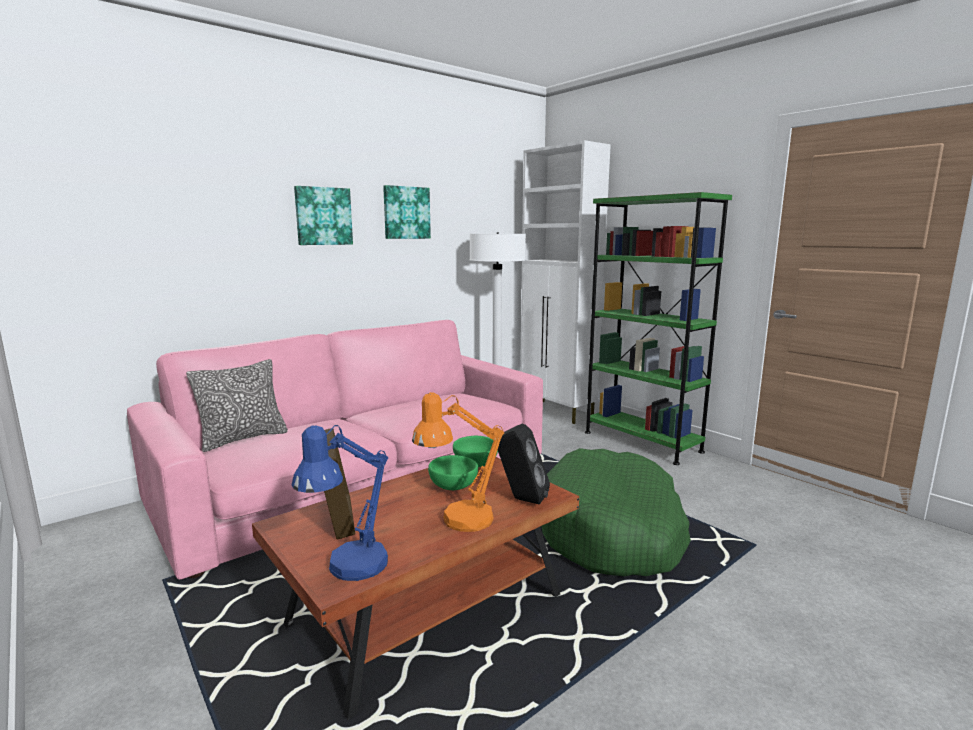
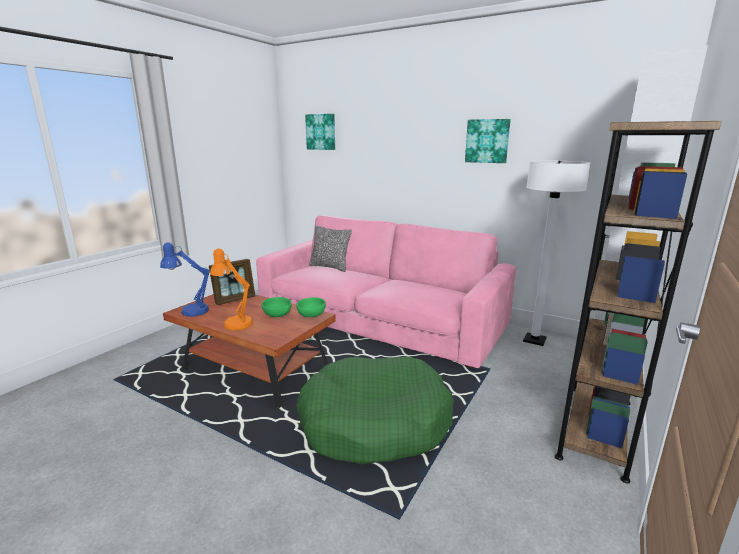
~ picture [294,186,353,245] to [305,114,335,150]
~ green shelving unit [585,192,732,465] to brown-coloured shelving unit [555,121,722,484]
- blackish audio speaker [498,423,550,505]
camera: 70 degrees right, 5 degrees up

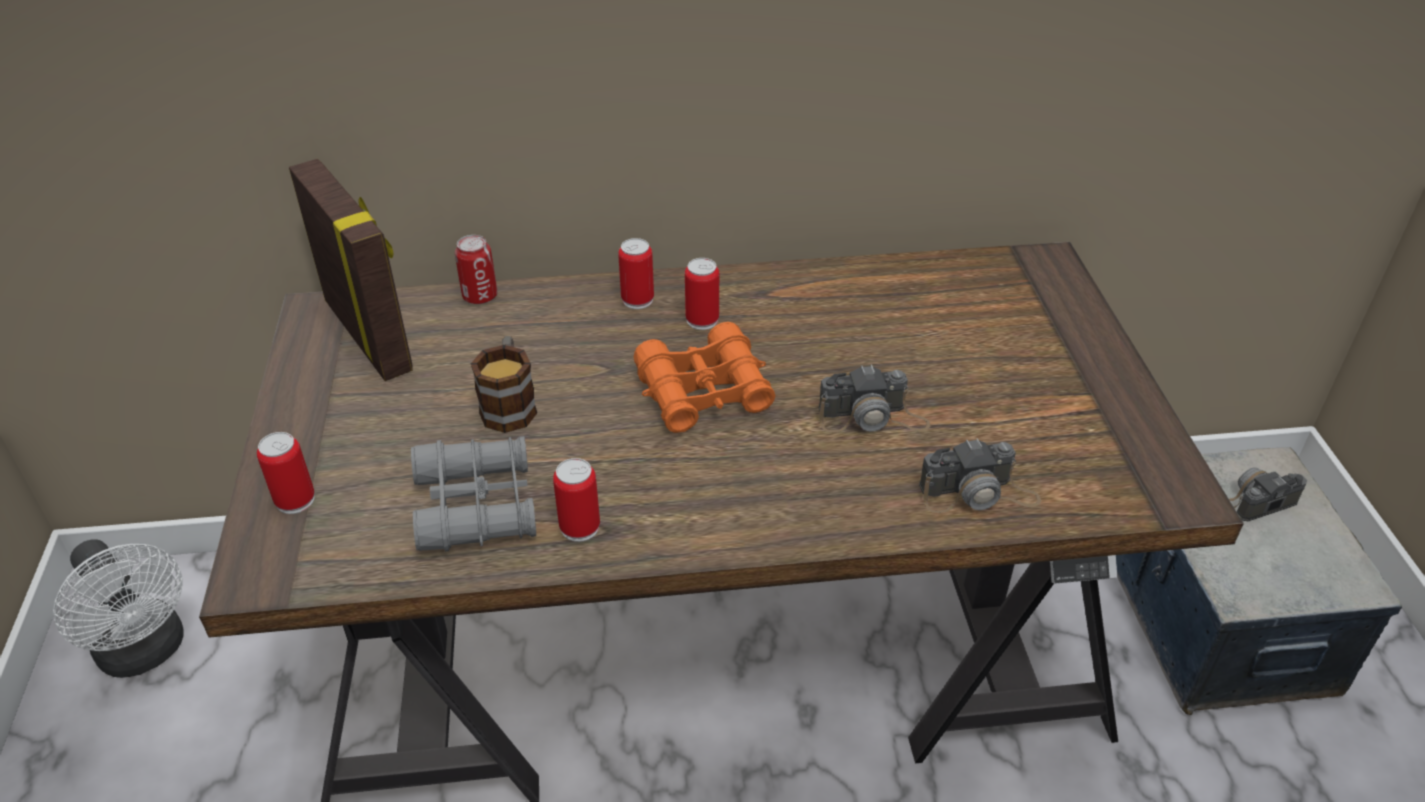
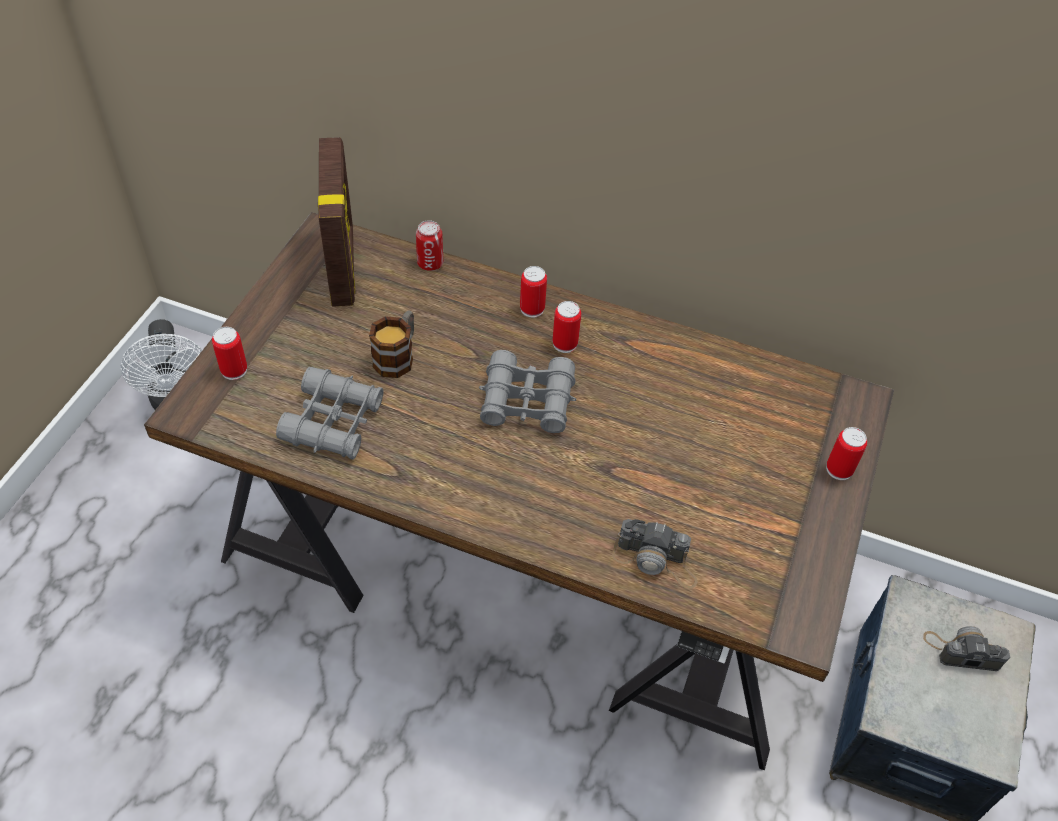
~ orange-coloured binoculars [634,322,775,433] to greyish binoculars [479,350,576,433]
- still camera [819,365,930,432]
~ metal can [553,458,600,542] to [826,427,867,480]
camera: 25 degrees right, 10 degrees up

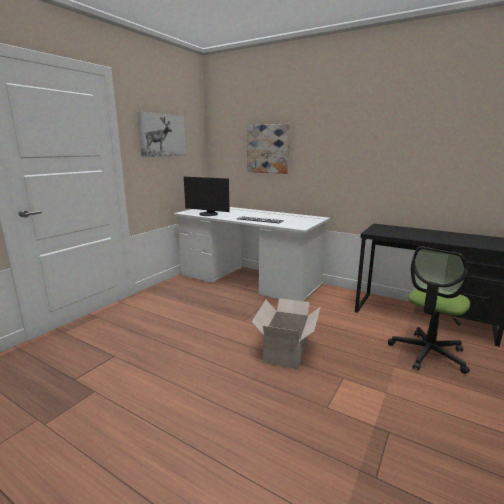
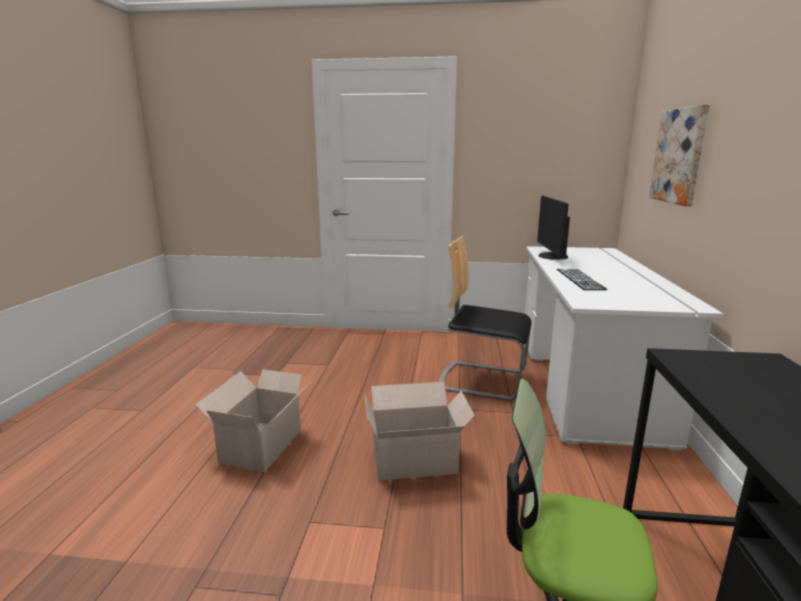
- picture [137,112,186,157]
+ plain chair [439,236,532,401]
+ packing box [195,369,312,472]
camera: 65 degrees right, 0 degrees up

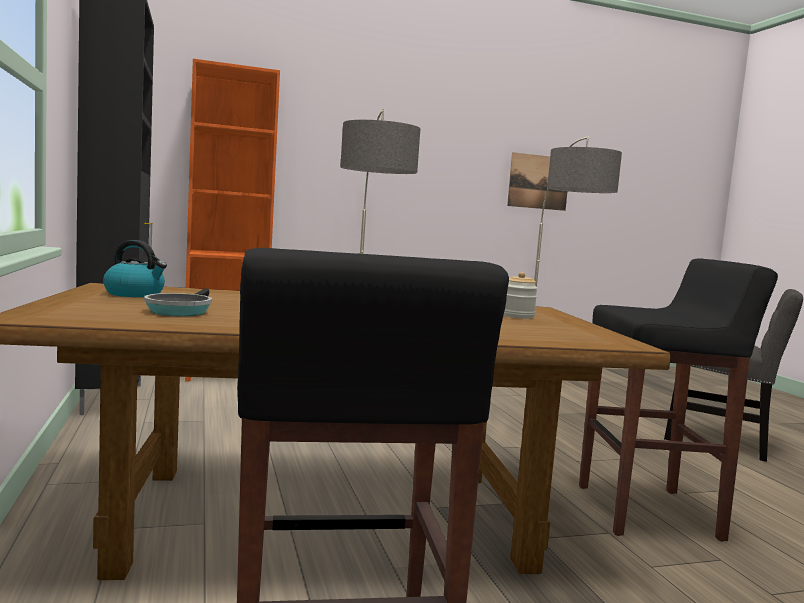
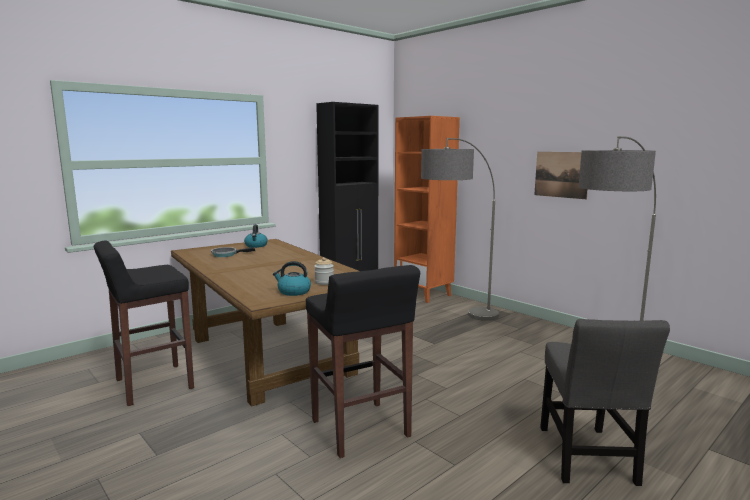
~ picture [507,152,567,211] to [534,152,588,199]
+ tea kettle [273,261,311,296]
camera: 65 degrees right, 5 degrees up

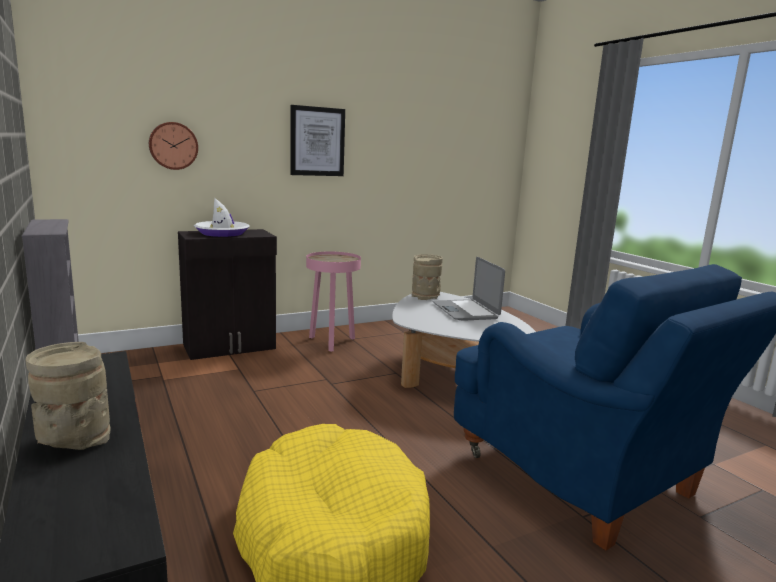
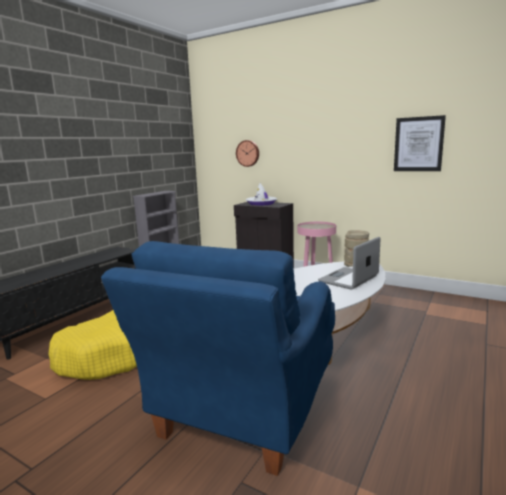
~ picture [290,105,345,176] to [394,115,446,171]
- beige vase [26,342,110,450]
camera: 60 degrees right, 0 degrees up

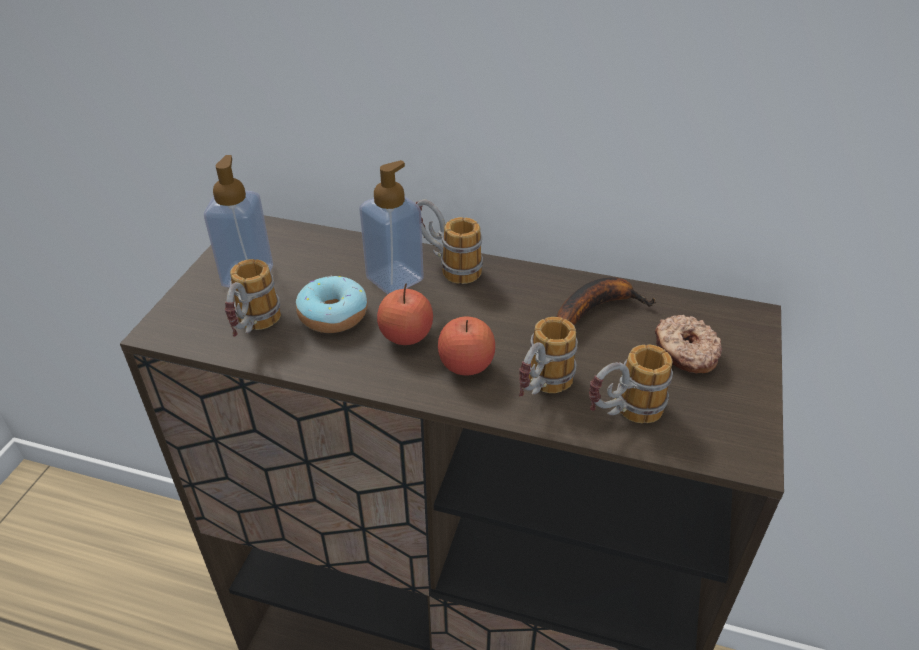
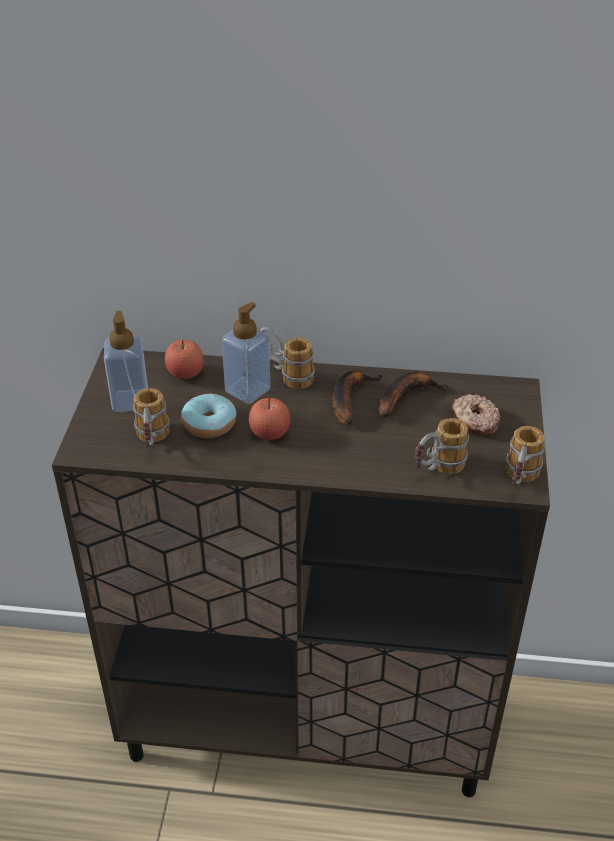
~ apple fruit [438,316,495,376] to [165,340,204,379]
~ coffee mug [519,317,578,397] to [506,426,545,486]
+ whole banana [332,370,383,425]
camera: 10 degrees left, 0 degrees up

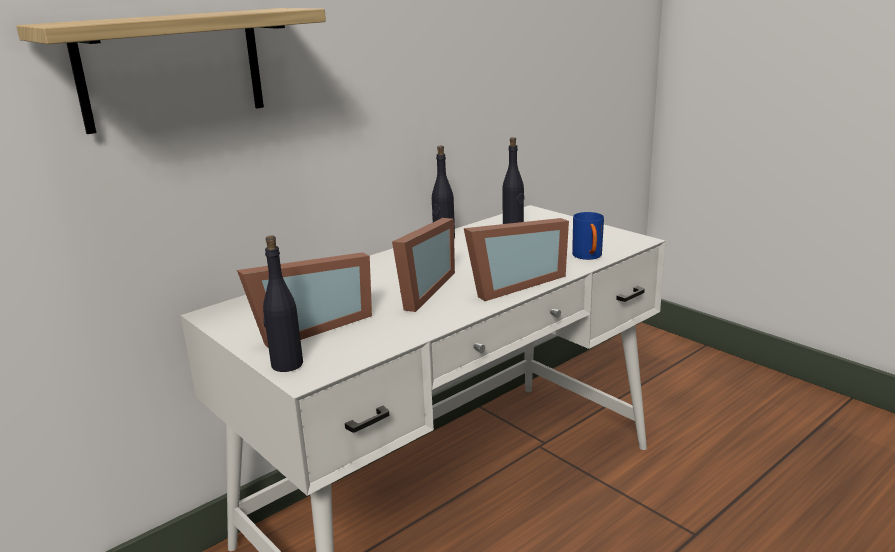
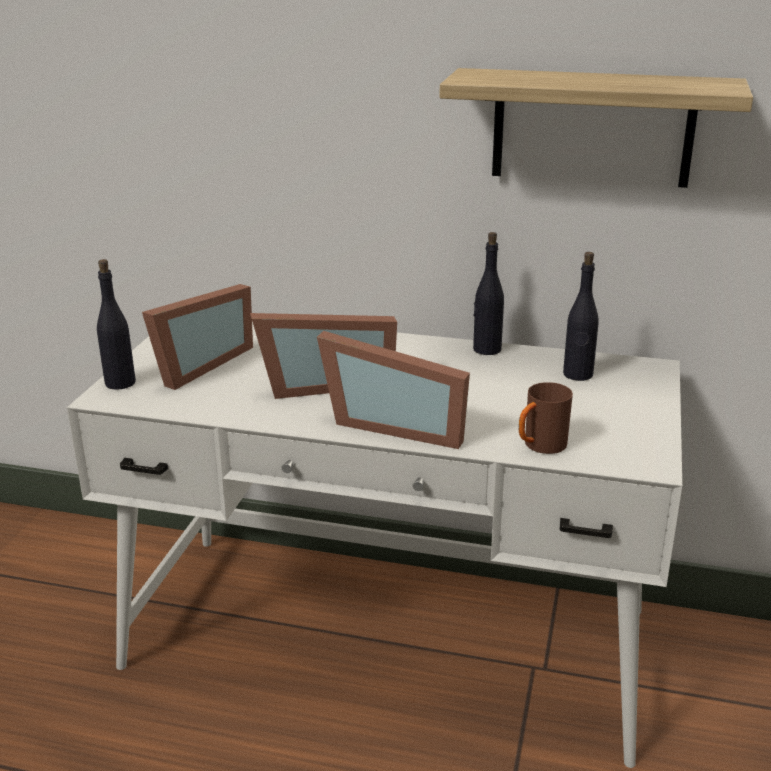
~ wall shelf [16,8,326,134] to [439,68,753,188]
~ blue-coloured coffee mug [572,212,604,260] to brown-coloured coffee mug [519,382,573,454]
~ photo frame [237,252,372,348] = [142,284,253,390] 75 degrees counterclockwise
camera: 55 degrees right, 5 degrees up

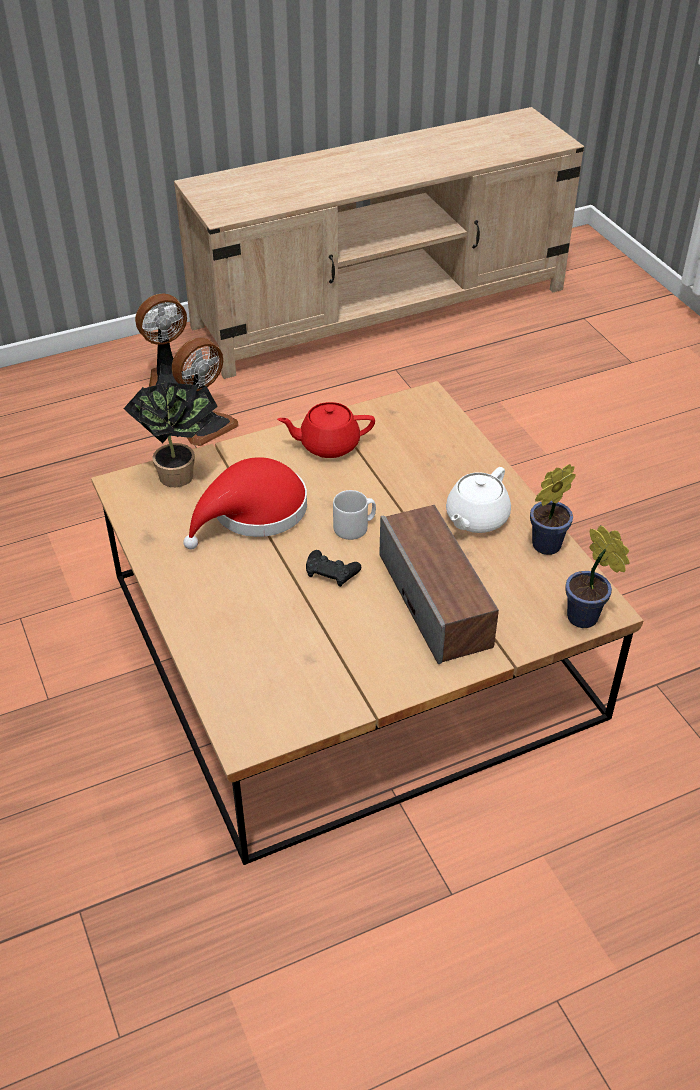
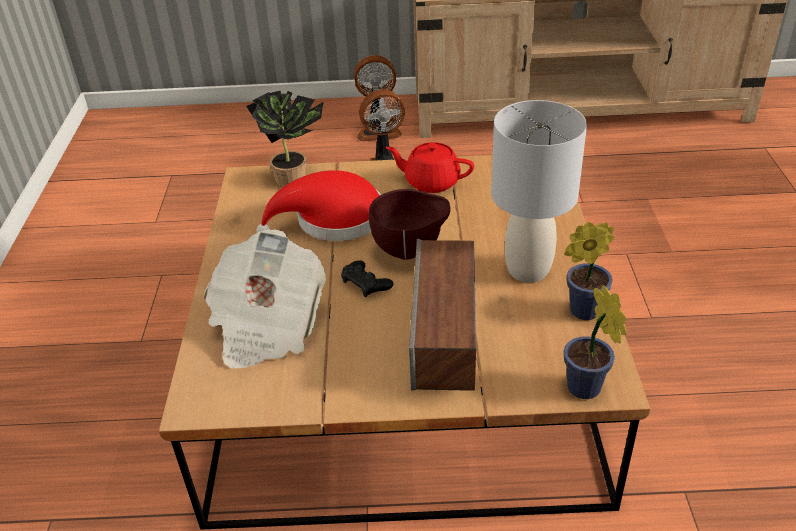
~ white-coloured tea pot [446,467,511,533] to greyish table lamp [491,100,587,282]
~ greyish coffee mug [333,490,376,540] to brown-coloured bowl [369,189,451,260]
+ printed paper [204,229,326,369]
camera: 25 degrees right, 5 degrees down

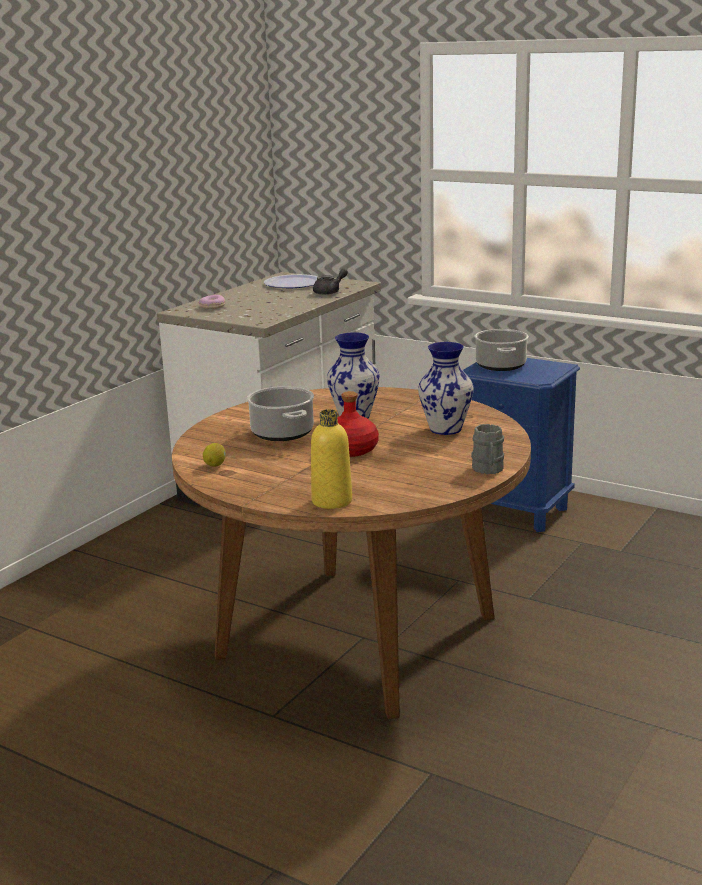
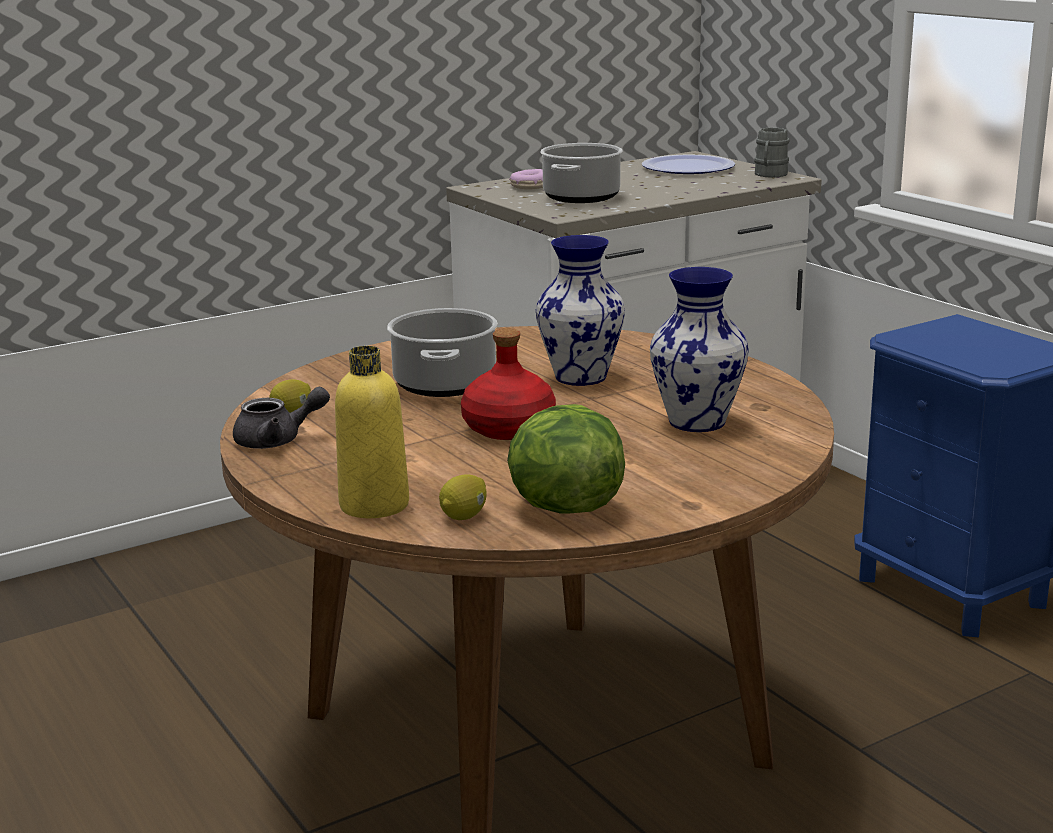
~ greyish tea pot [313,268,348,295] to [233,387,330,449]
~ saucepot [474,329,529,371] to [540,143,623,203]
~ greyish coffee mug [471,424,504,474] to [754,128,789,178]
+ head of lettuce [507,404,625,513]
+ lemon [439,474,487,520]
camera: 25 degrees right, 0 degrees up

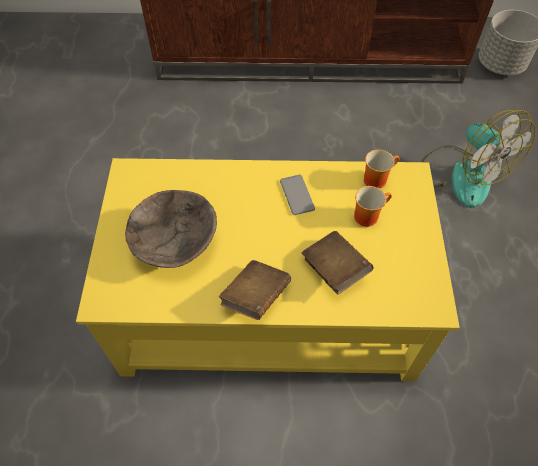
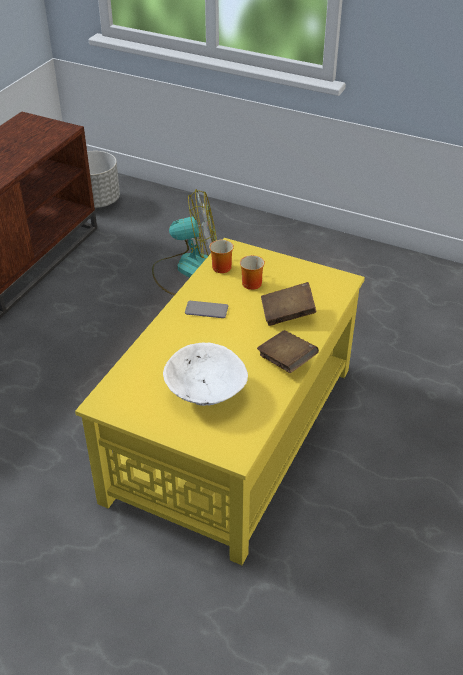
~ brown-coloured bowl [125,190,217,268] to white-coloured bowl [163,343,248,406]
camera: 65 degrees left, 15 degrees down

